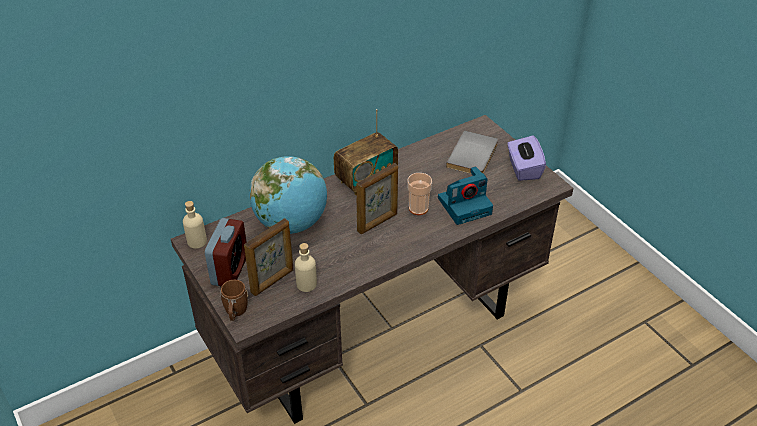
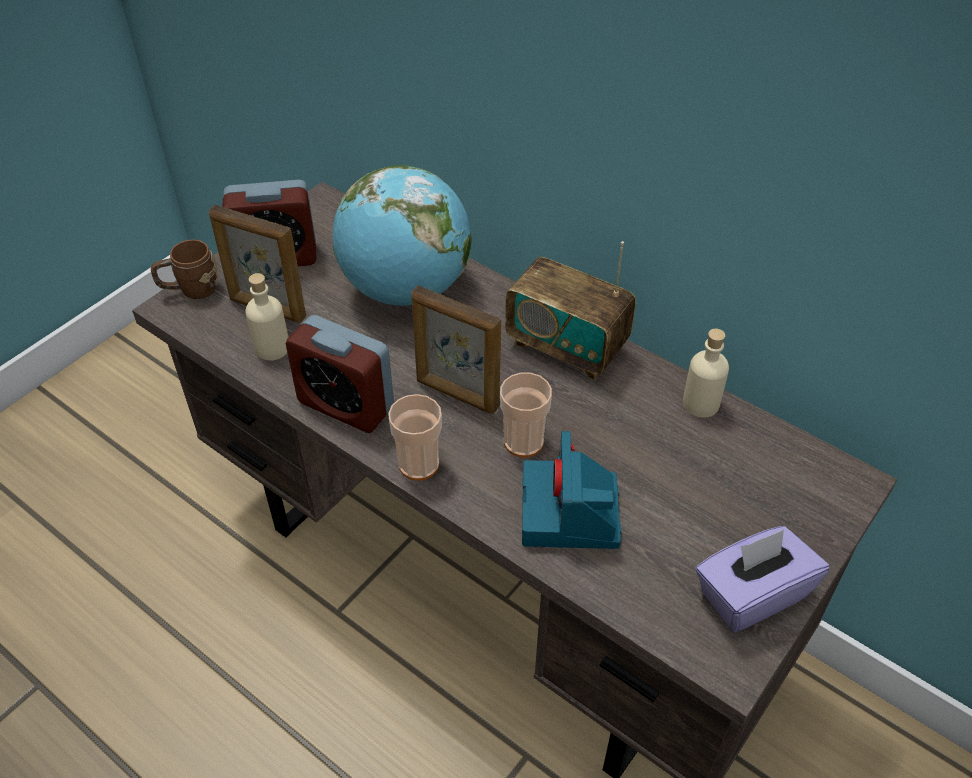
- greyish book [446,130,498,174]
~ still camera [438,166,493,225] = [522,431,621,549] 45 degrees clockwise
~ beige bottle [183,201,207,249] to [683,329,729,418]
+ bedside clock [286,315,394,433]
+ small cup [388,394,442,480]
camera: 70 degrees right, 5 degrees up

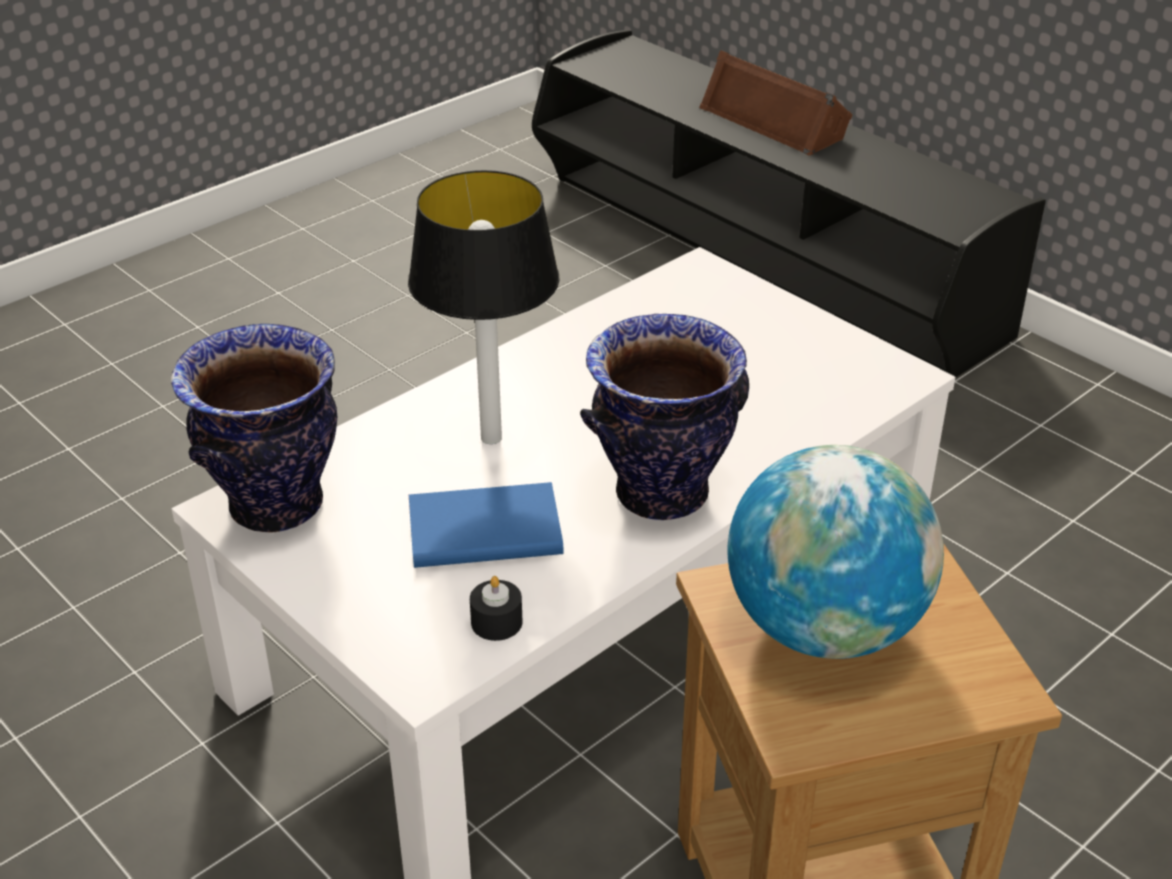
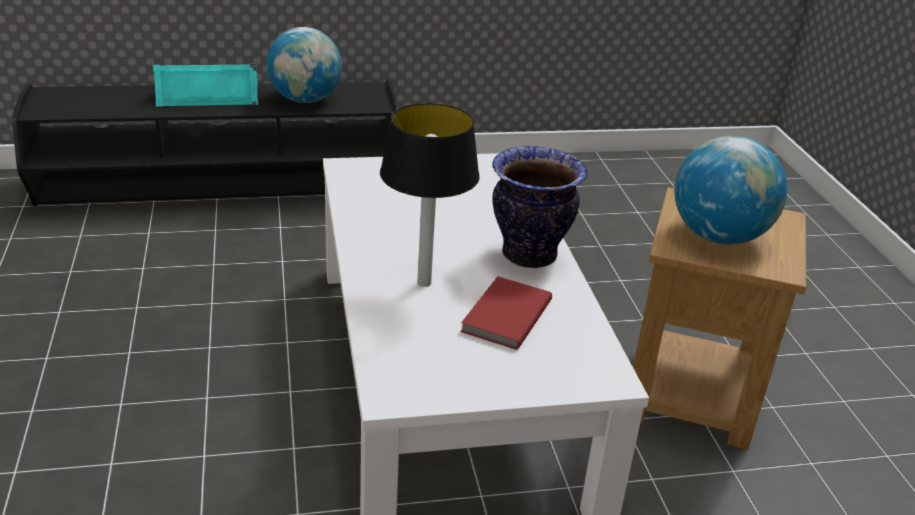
~ brown-coloured audio speaker [699,50,852,156] to blue-green audio speaker [153,64,258,107]
- vase [171,324,337,533]
~ blue-coloured book [409,482,563,568] to reddish book [460,276,552,350]
- blackish candle [470,576,522,641]
+ world globe [266,27,342,103]
camera: 60 degrees left, 5 degrees down

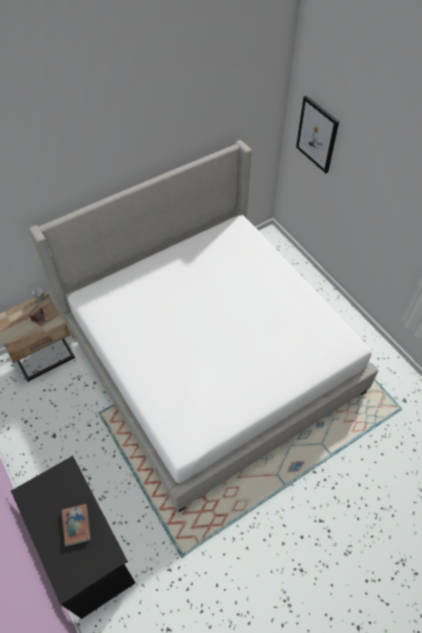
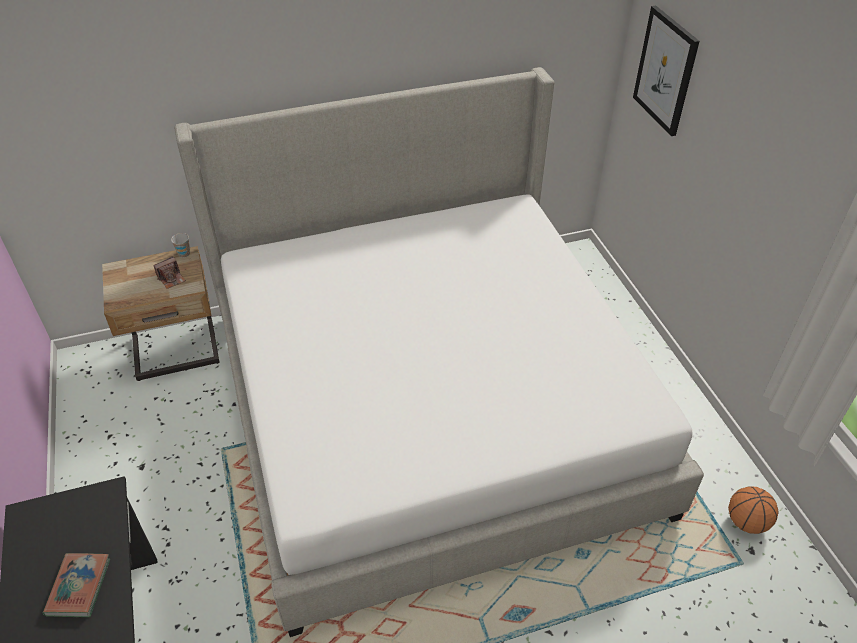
+ ball for basketball [728,486,778,534]
camera: 15 degrees right, 10 degrees down

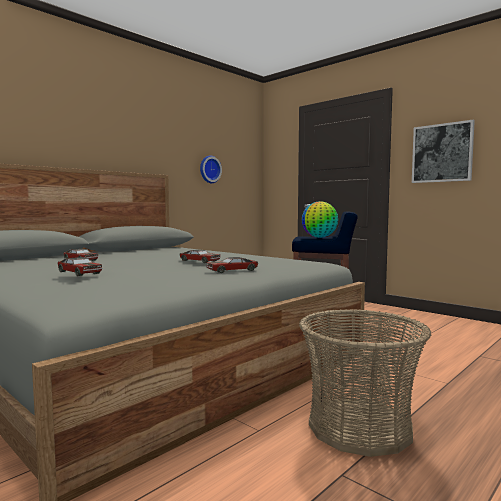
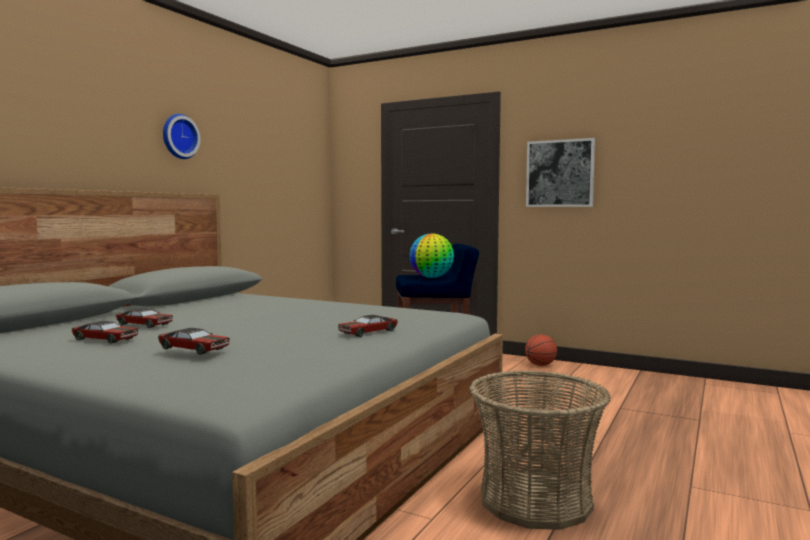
~ clock on the wall [200,155,222,183] to [163,114,201,159]
~ miniature car [179,250,221,263] to [72,321,138,344]
+ ball for basketball [525,334,557,366]
camera: 15 degrees left, 0 degrees up

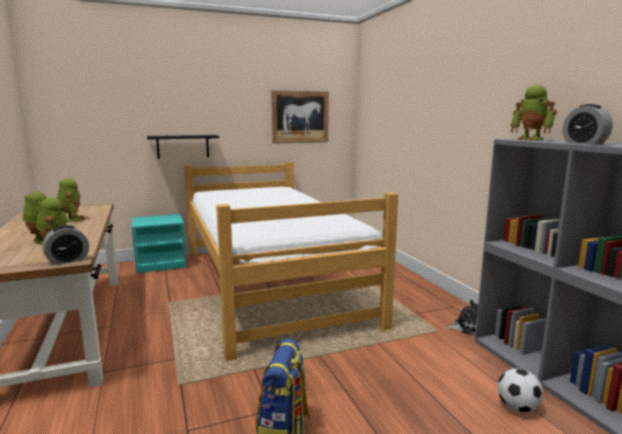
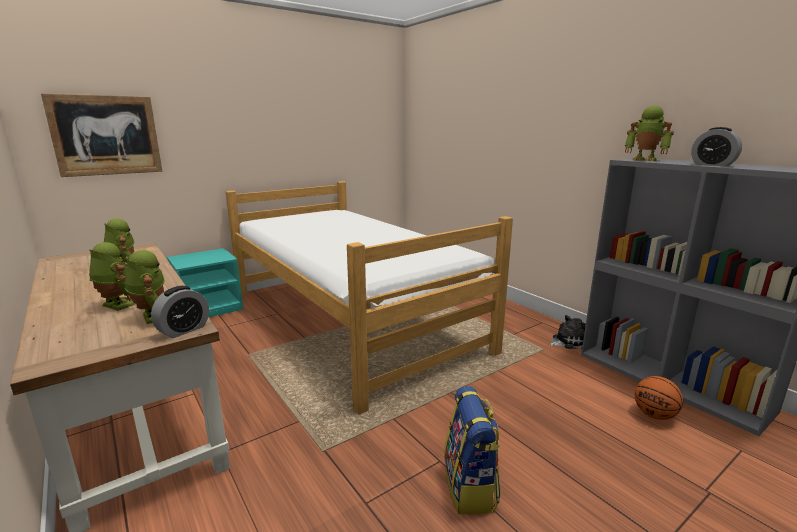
~ picture [271,90,329,144] to [41,94,163,177]
- blackish wall shelf [147,135,219,159]
~ football [498,368,543,412] to ball for basketball [634,376,683,420]
camera: 15 degrees left, 5 degrees up

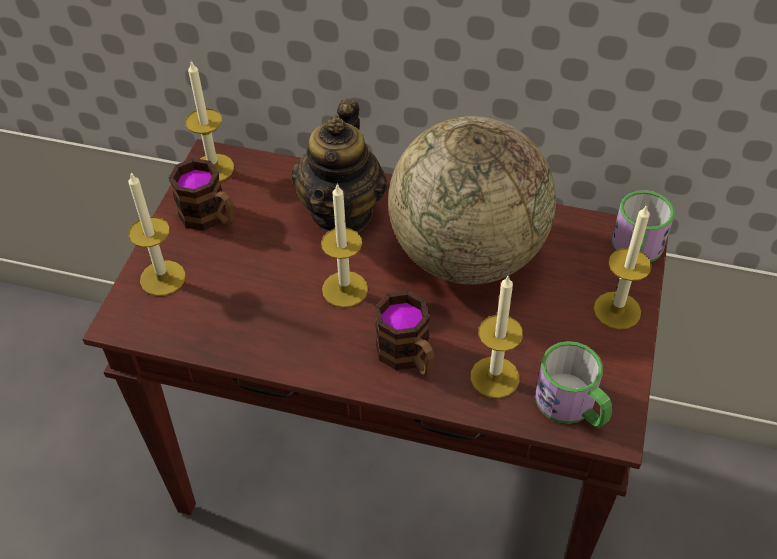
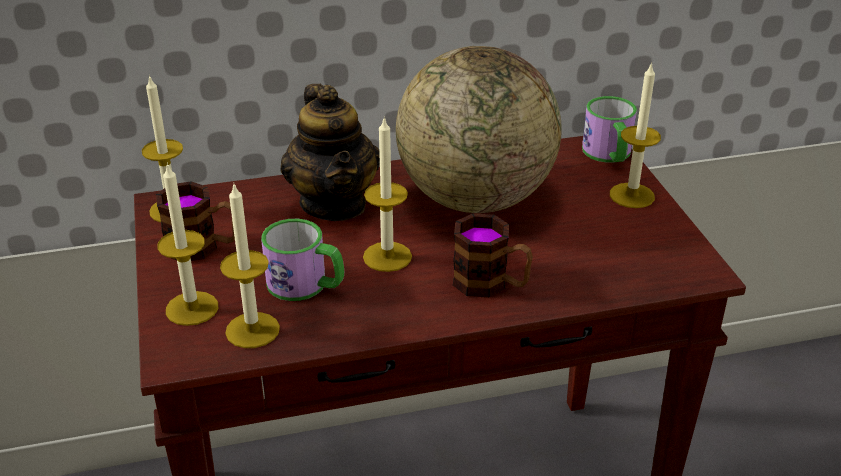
~ candle [470,274,523,398] to [220,184,280,348]
~ coffee mug [535,341,612,428] to [261,219,344,301]
camera: 30 degrees left, 15 degrees down

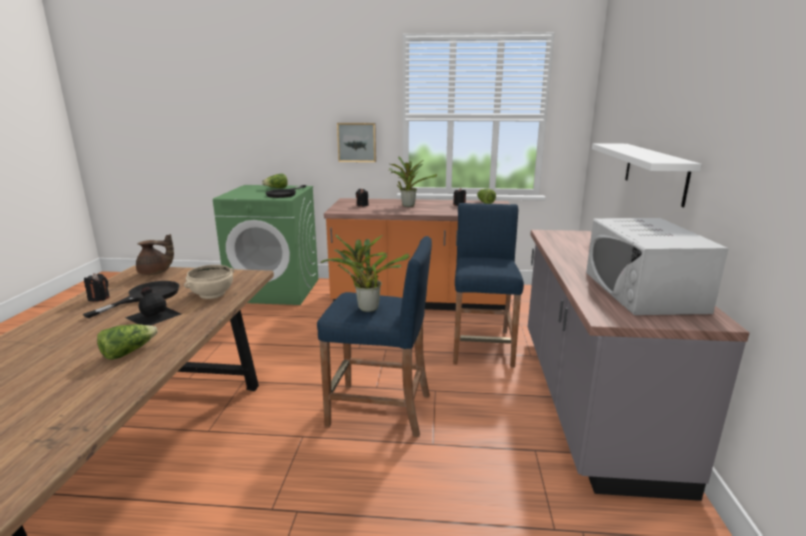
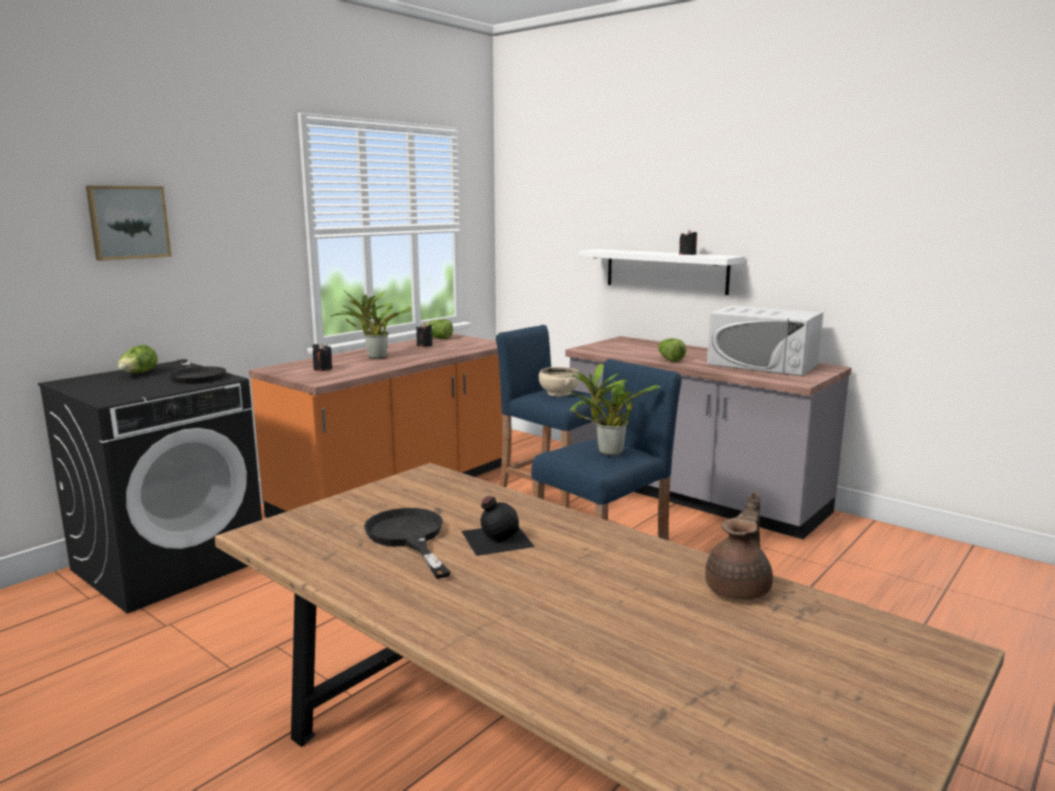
~ picture [337,123,376,162] to [86,186,172,261]
~ green laundry appliance [213,185,318,305] to blackish laundry appliance [38,361,262,614]
~ brown-coloured tea pot [136,234,174,275] to [705,492,773,599]
~ beige bowl [184,265,234,299] to [539,367,580,397]
~ blackish candle [84,273,110,302] to [679,230,697,255]
~ head of lettuce [97,324,158,360] to [658,338,686,362]
camera: 55 degrees left, 5 degrees down

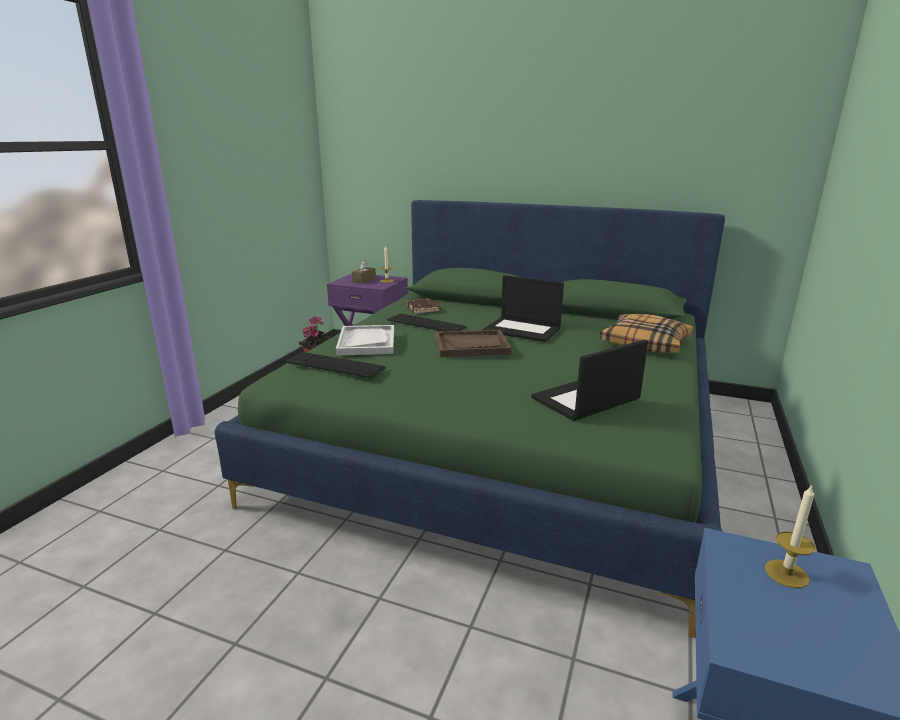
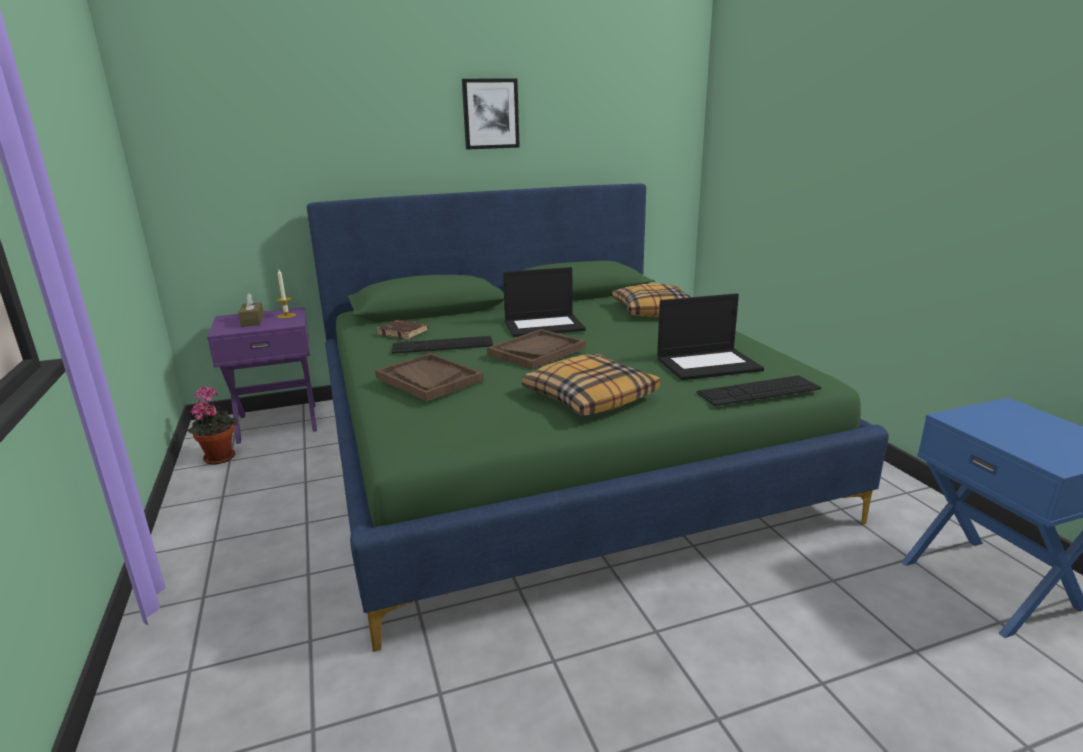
~ white-coloured serving tray [336,325,394,355] to brown-coloured serving tray [375,353,483,401]
~ portable computer [531,339,648,421] = [657,293,764,380] 120 degrees counterclockwise
~ computer keyboard [286,352,386,378] to [696,375,821,406]
- candle [765,484,815,588]
+ picture [462,78,520,150]
+ cushion [522,354,660,416]
camera: 40 degrees left, 0 degrees up

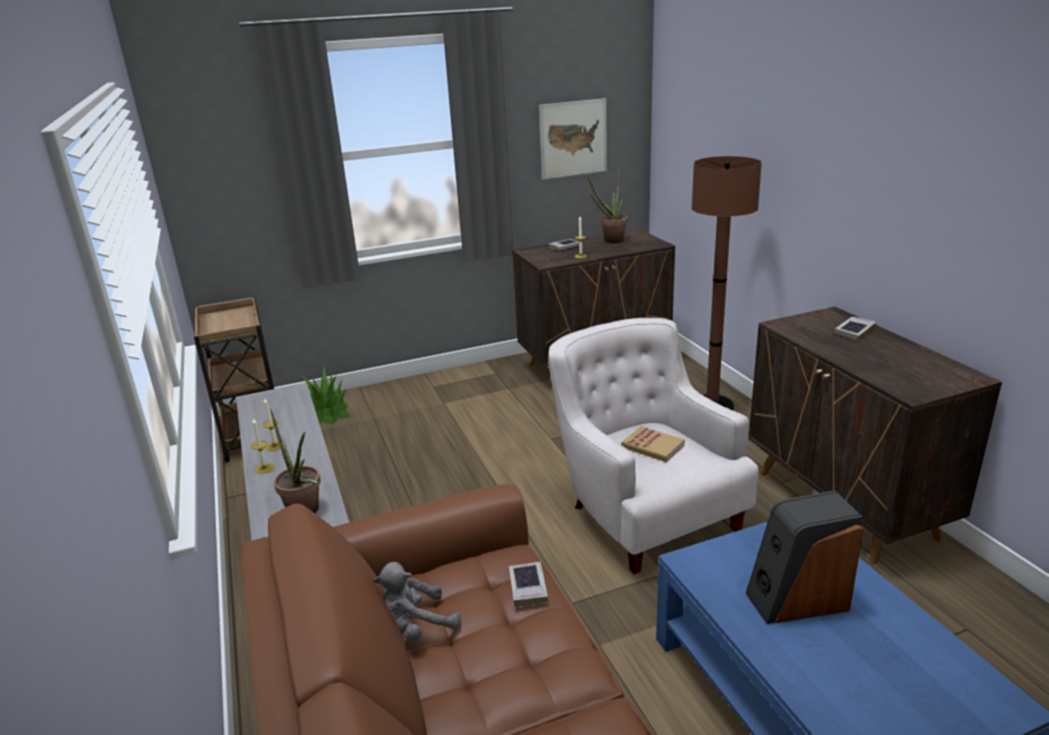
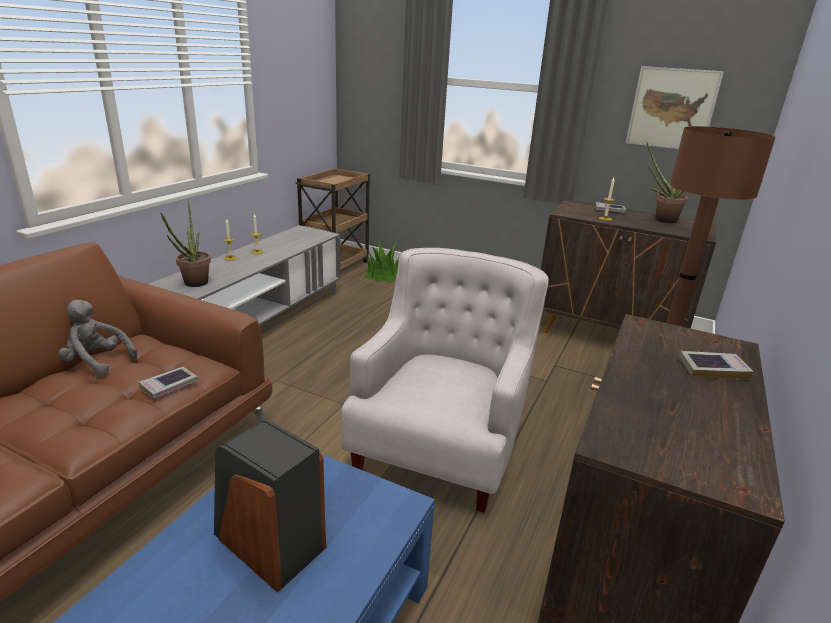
- book [621,426,685,462]
camera: 45 degrees right, 0 degrees up

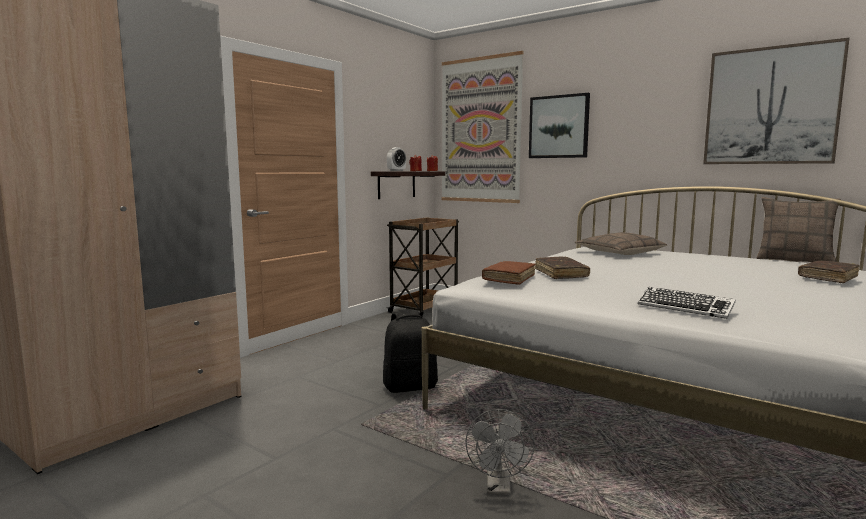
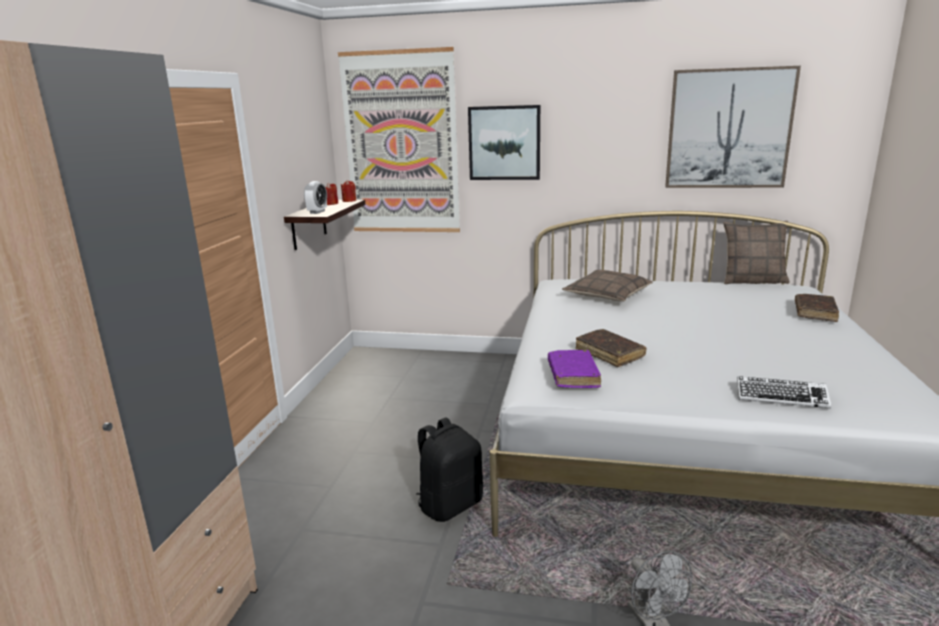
- brown-coloured cart [387,217,459,316]
~ brown-coloured book [482,261,535,285] to purple book [548,350,601,388]
camera: 25 degrees left, 10 degrees up

